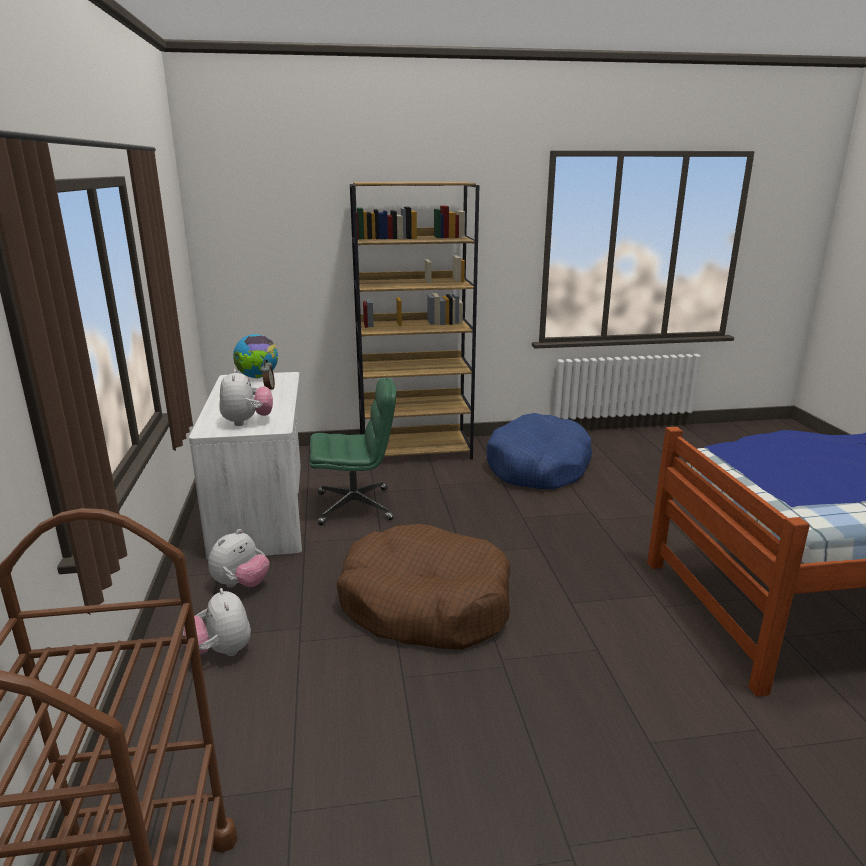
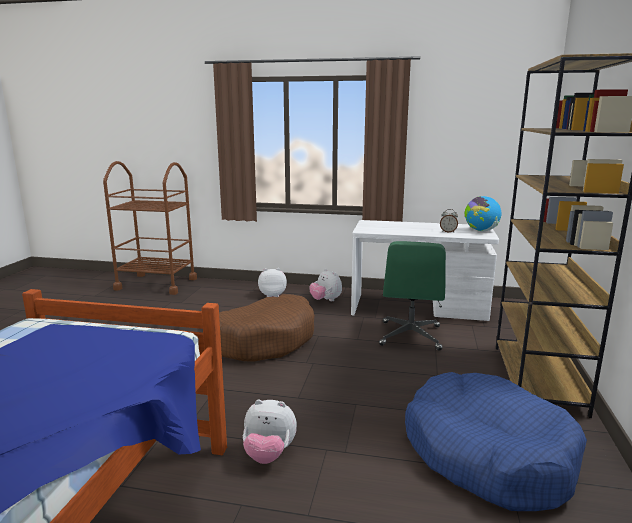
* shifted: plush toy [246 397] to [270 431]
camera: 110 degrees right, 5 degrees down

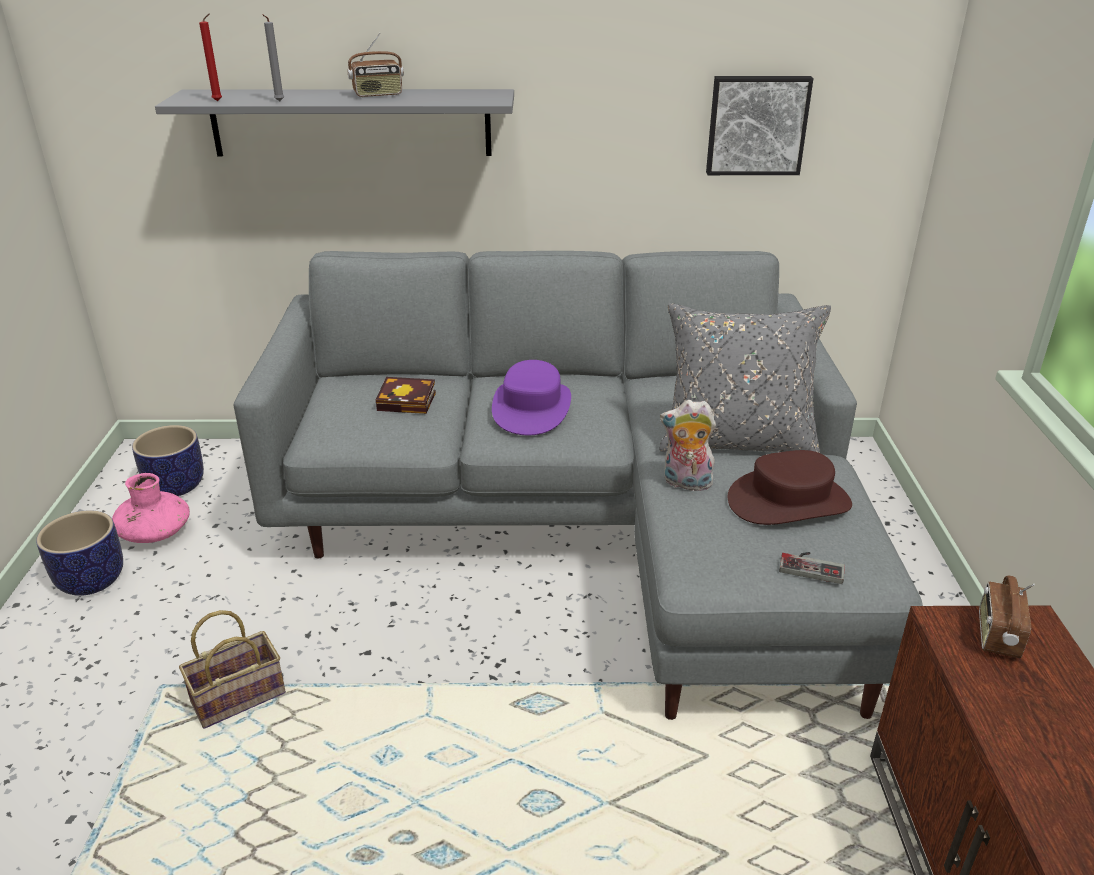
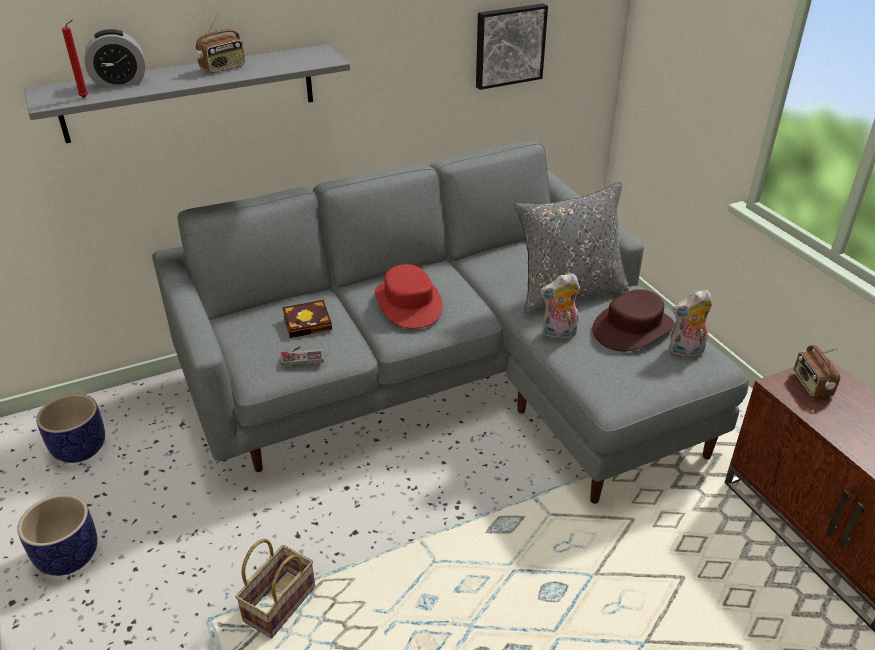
* gone: pink-coloured vase [151 508]
* gone: greyish wax light [273 58]
* repainted: purplish hat [531 397] to red hat [409 296]
* shifted: game controller [812 568] to [302 356]
* new: table clock [115 58]
* new: plush toy [690 324]
camera: 25 degrees left, 5 degrees up

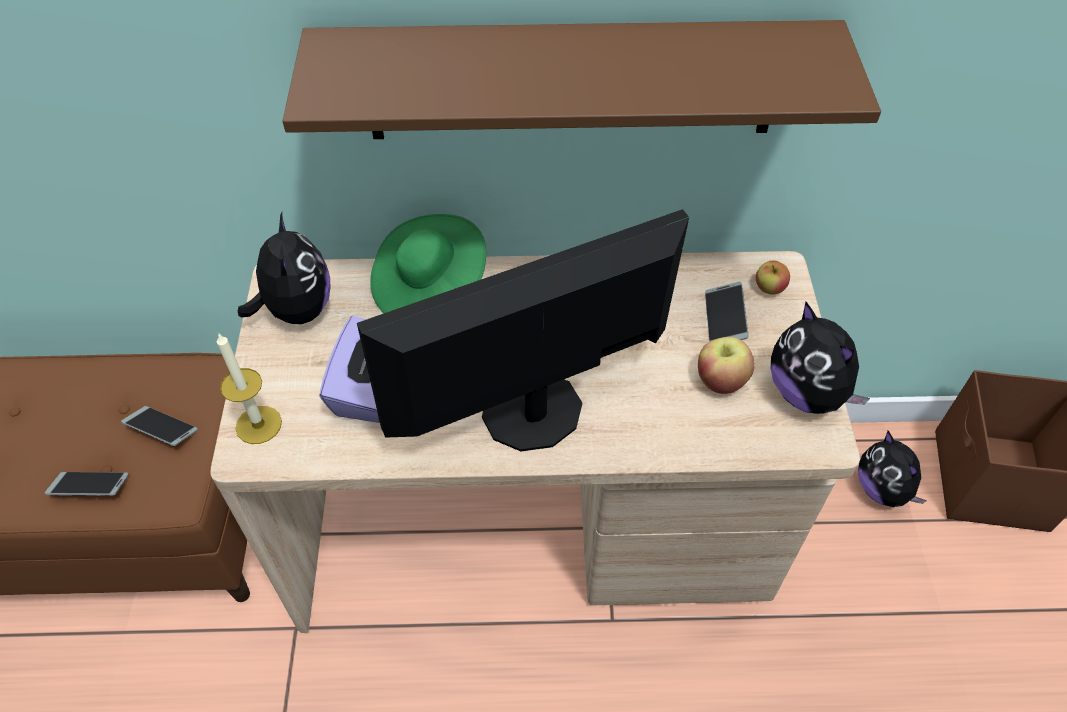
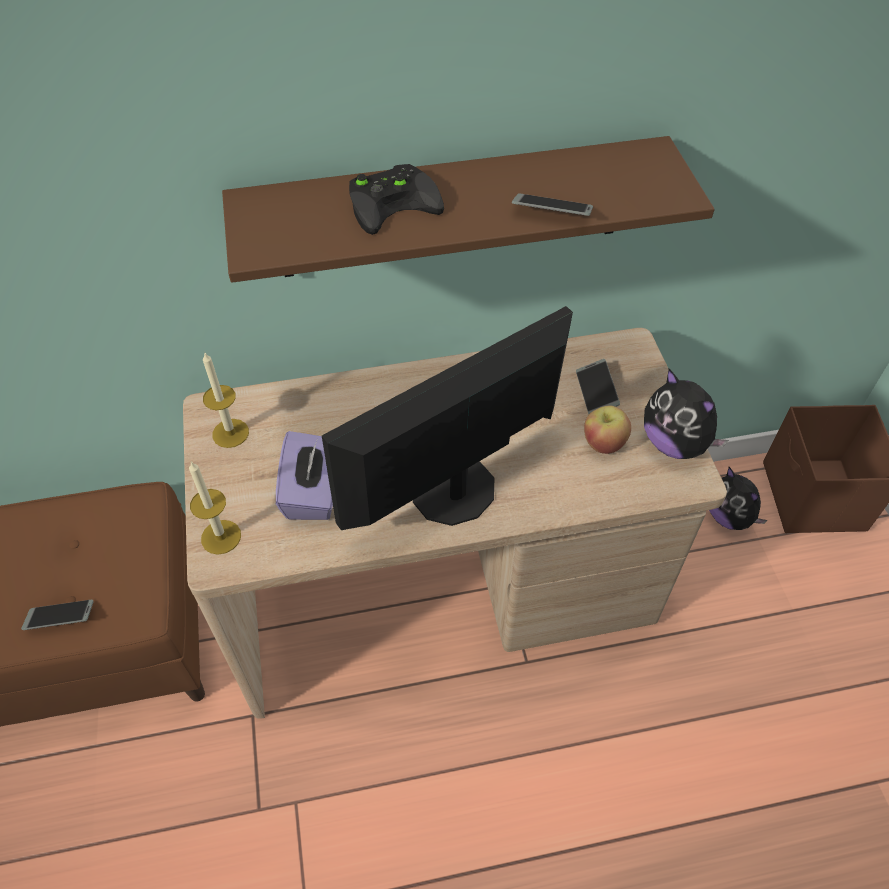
* shifted: telephone [159 426] to [552 204]
* swapped: plush toy [284 268] to wax light [226 400]
* gone: greenish hat [428 263]
* gone: apple [773 277]
* new: black game controller [396 199]
camera: 10 degrees left, 0 degrees up

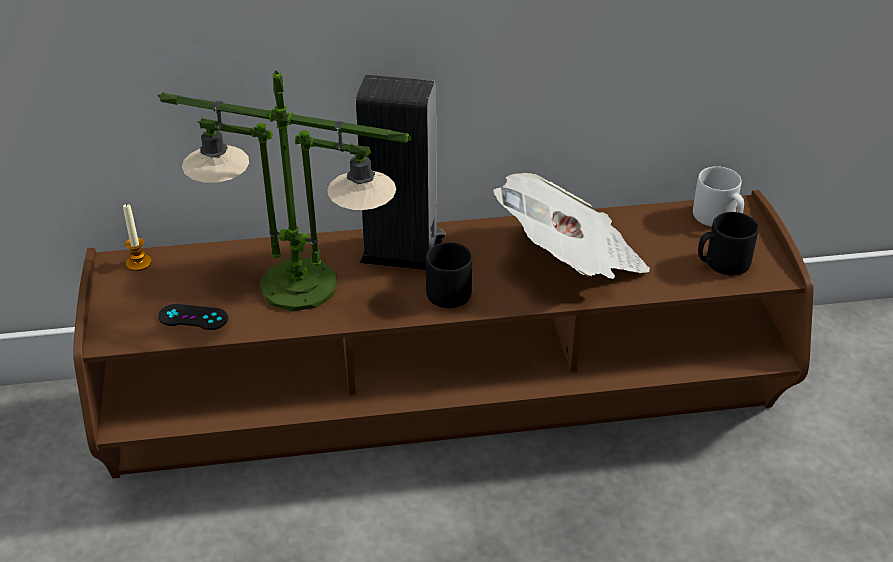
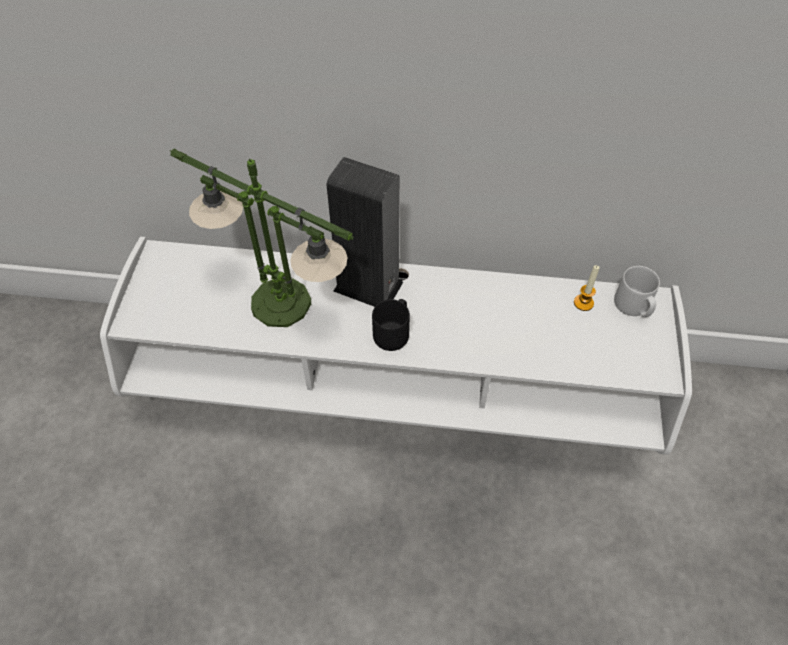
* repainted: brown-coloured tv stand [443 334] to white-coloured tv stand [396 346]
* shifted: wax light [137 237] to [587 288]
* gone: black game controller [193 317]
* gone: newspaper [571 226]
* gone: black mug [728 244]
camera: 15 degrees right, 15 degrees up

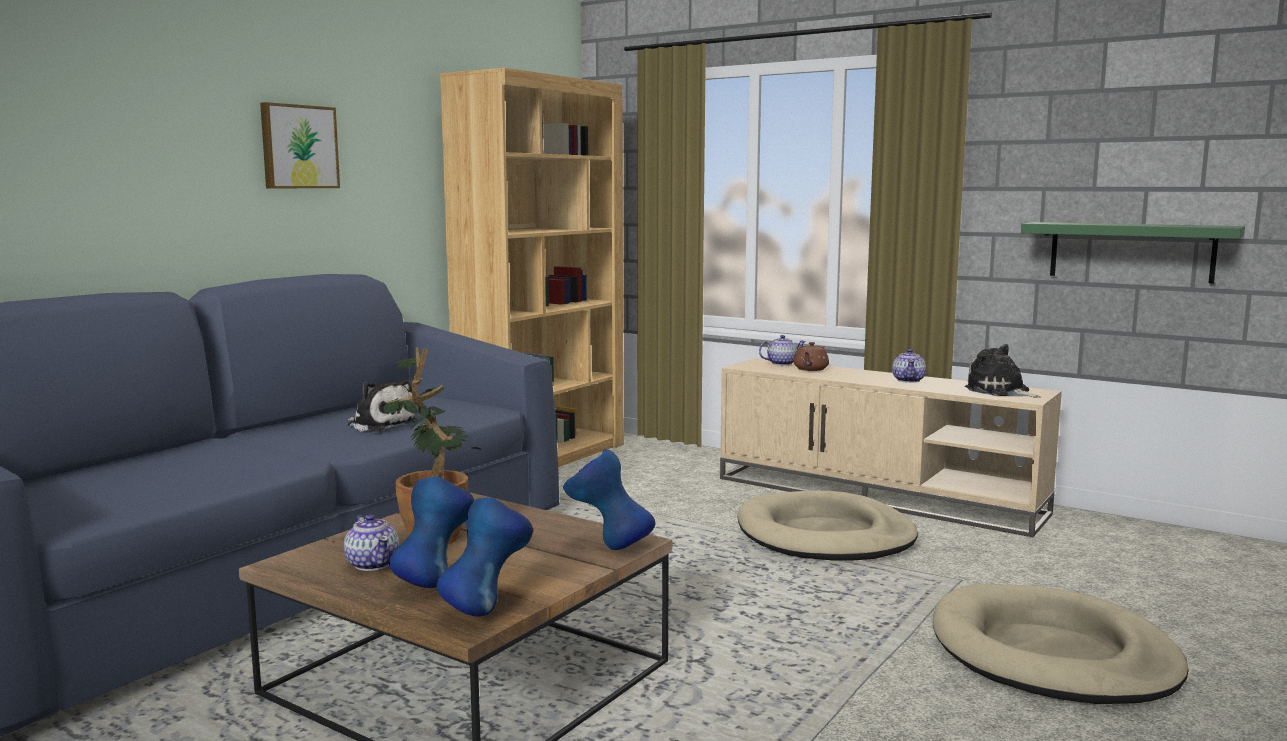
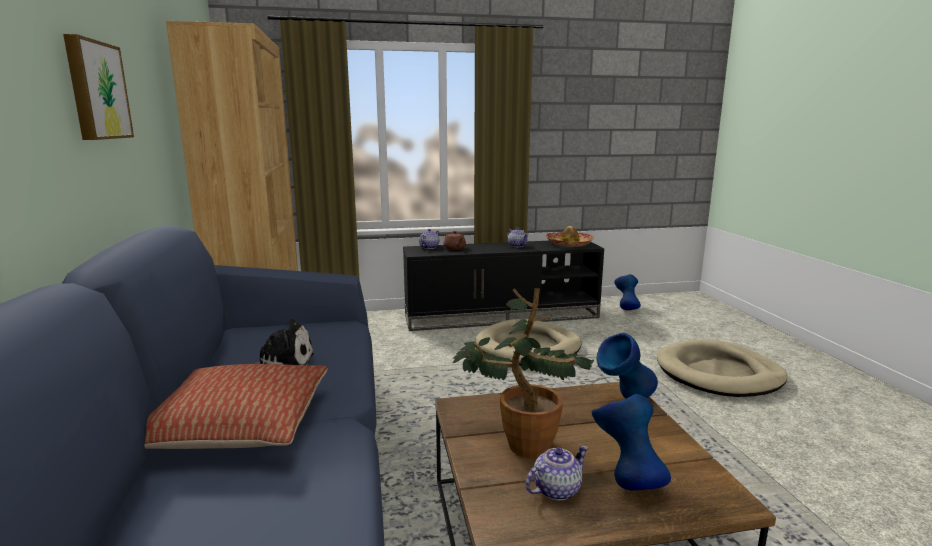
* rotated: pot for tea [371 542] = [556 472] 45 degrees counterclockwise
* shifted: bluish vase [484 557] to [627 292]
* repainted: beige-coloured tv stand [891 447] to black tv stand [503 286]
* swapped: plush toy [1003 371] to hat [570 236]
* gone: greenish bracket shelf [1133 252]
* new: cushion [236 406]
camera: 45 degrees left, 5 degrees up

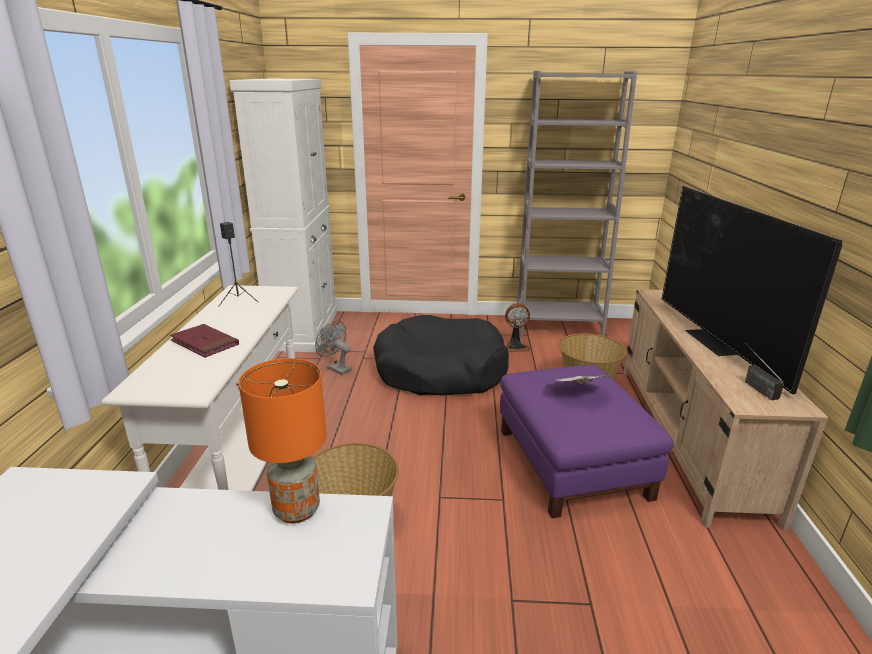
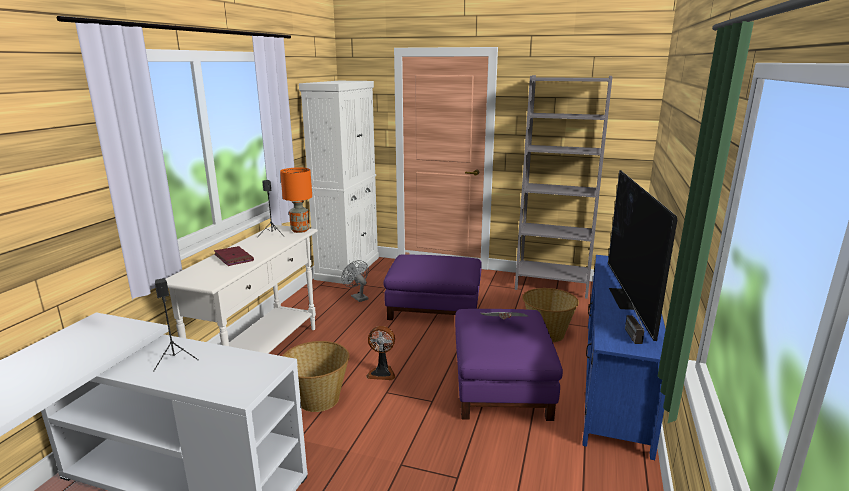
* shifted: orangey tabletop lamp [283 441] to [296 200]
* swapped: black pet bed [441 355] to purplish footrest [432 287]
* shifted: electric fan [517 327] to [380 353]
* repainted: beige-coloured tv stand [726 410] to bluish tv stand [624 357]
* new: black loudspeaker [176 325]
camera: 15 degrees right, 5 degrees down

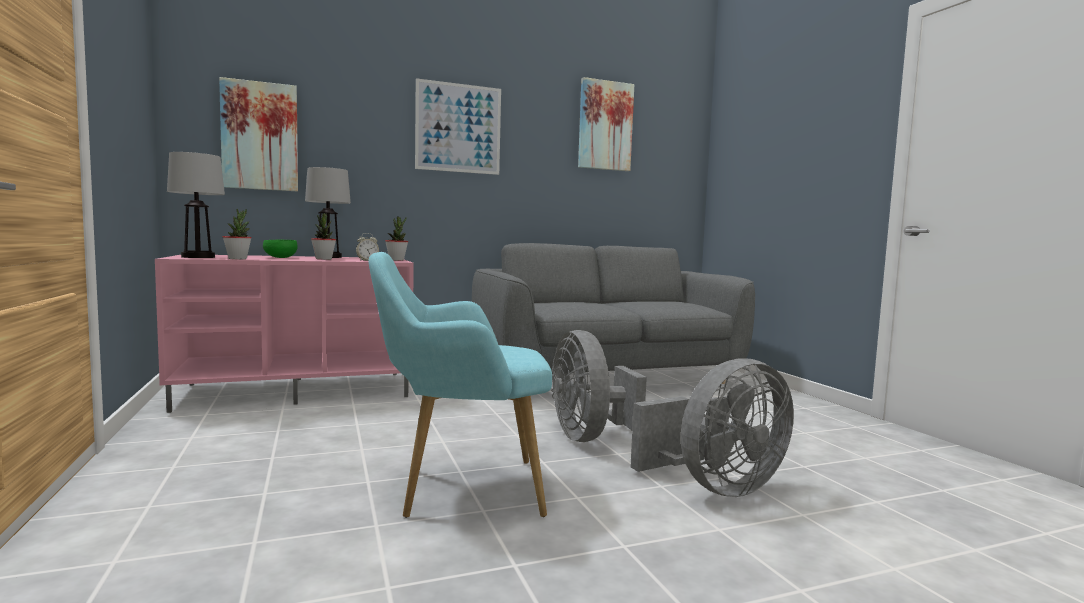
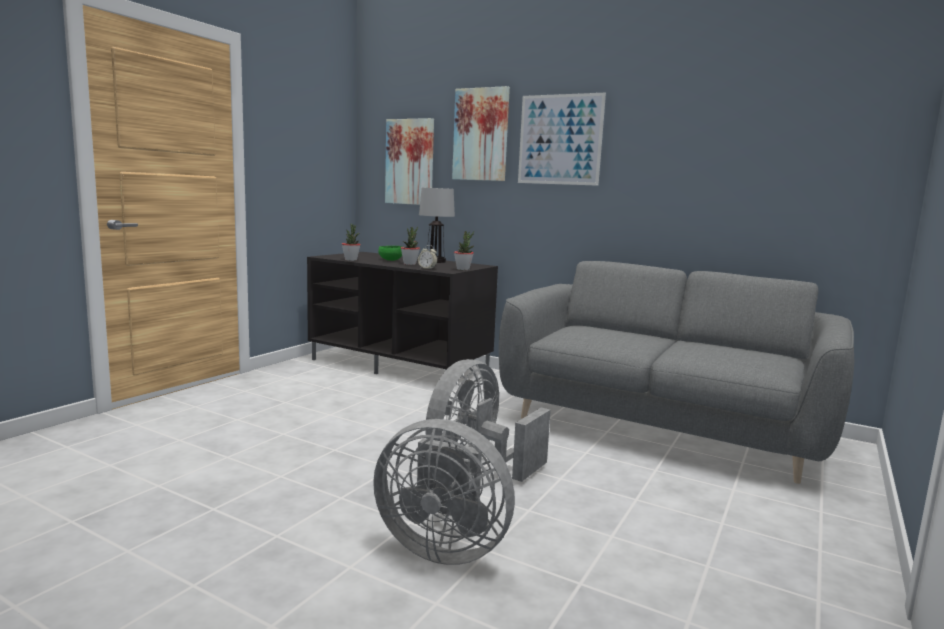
* repainted: pink-coloured tv stand [284 334] to black tv stand [402 313]
* gone: tabletop lamp [196 205]
* gone: blue-green lounge chair [460 385]
* shifted: picture [606 124] to [481 133]
camera: 50 degrees right, 5 degrees up

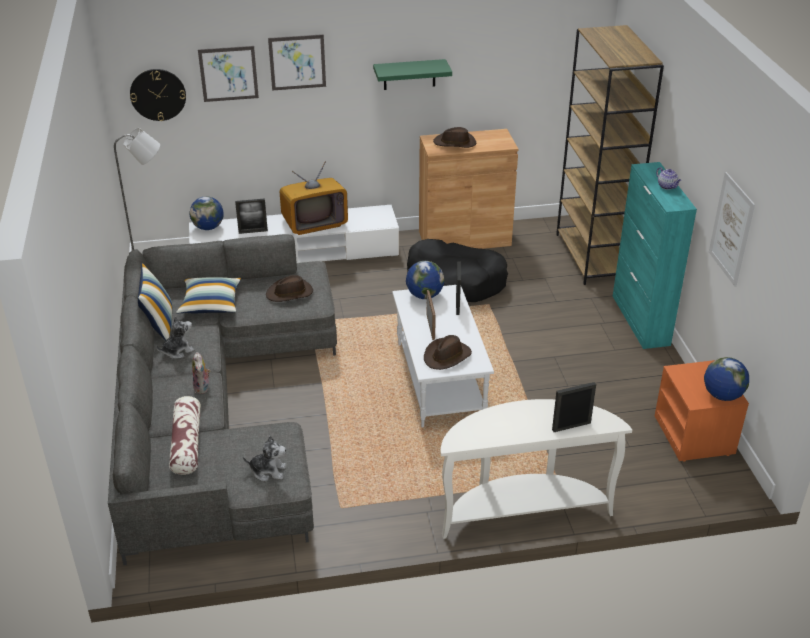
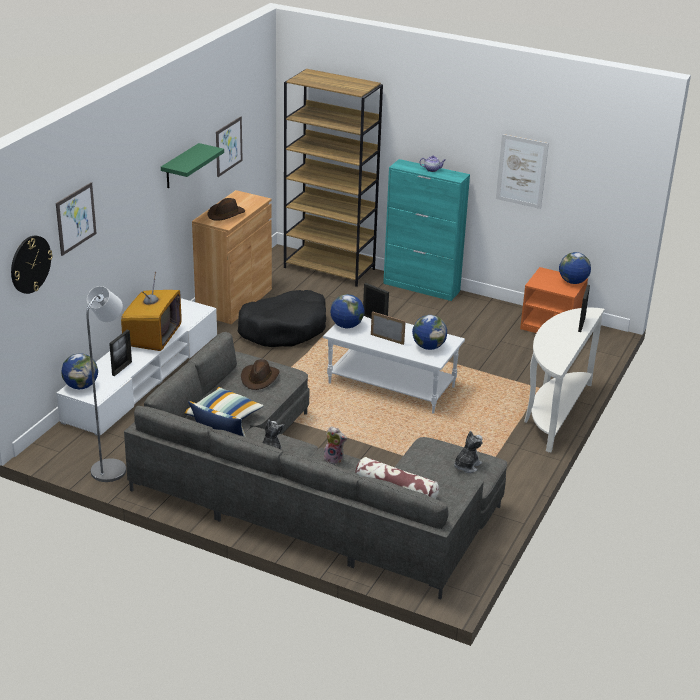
* shifted: picture [297 62] to [229 146]
* swapped: brown-coloured hat [448 352] to globe [429 332]
camera: 55 degrees left, 5 degrees down

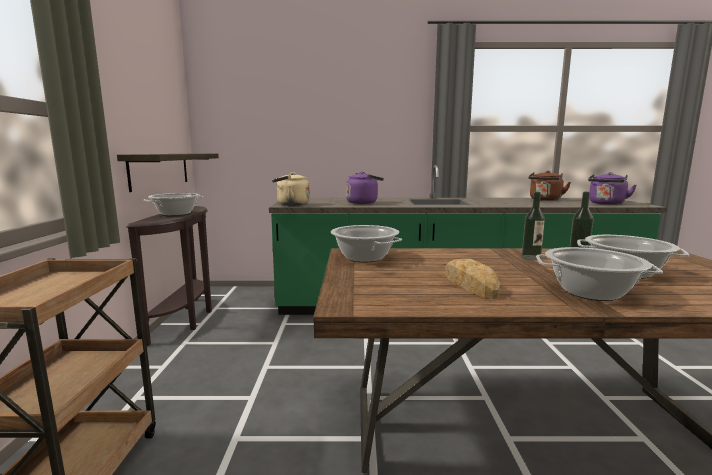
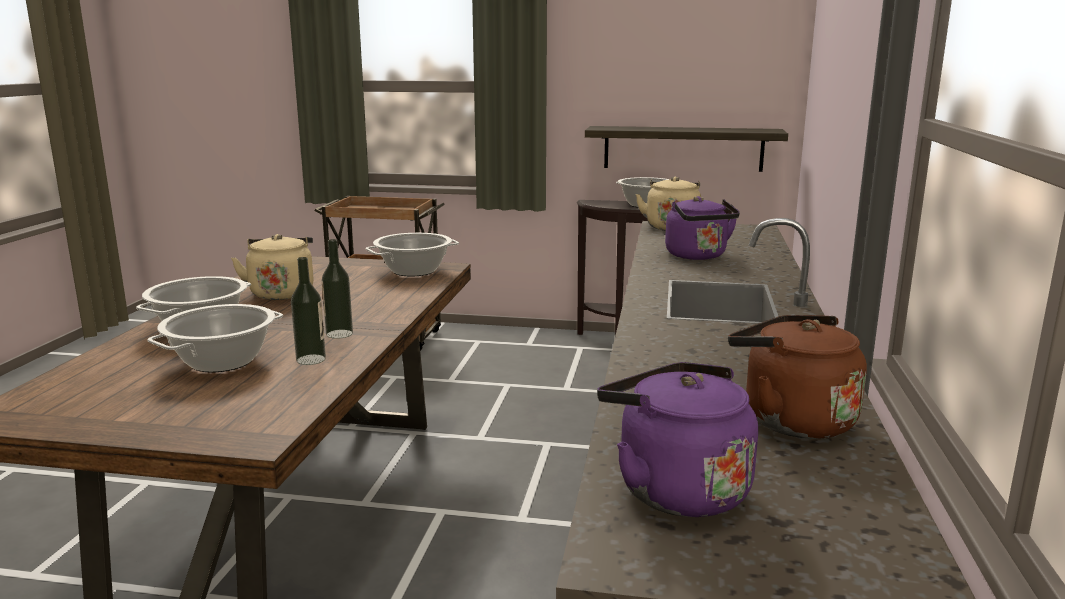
* swapped: baked bread [472 279] to beige-coloured water kettle [272 267]
camera: 100 degrees right, 5 degrees up

